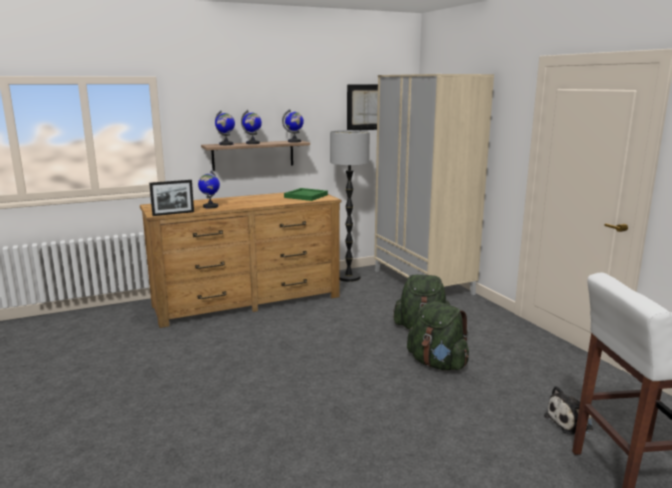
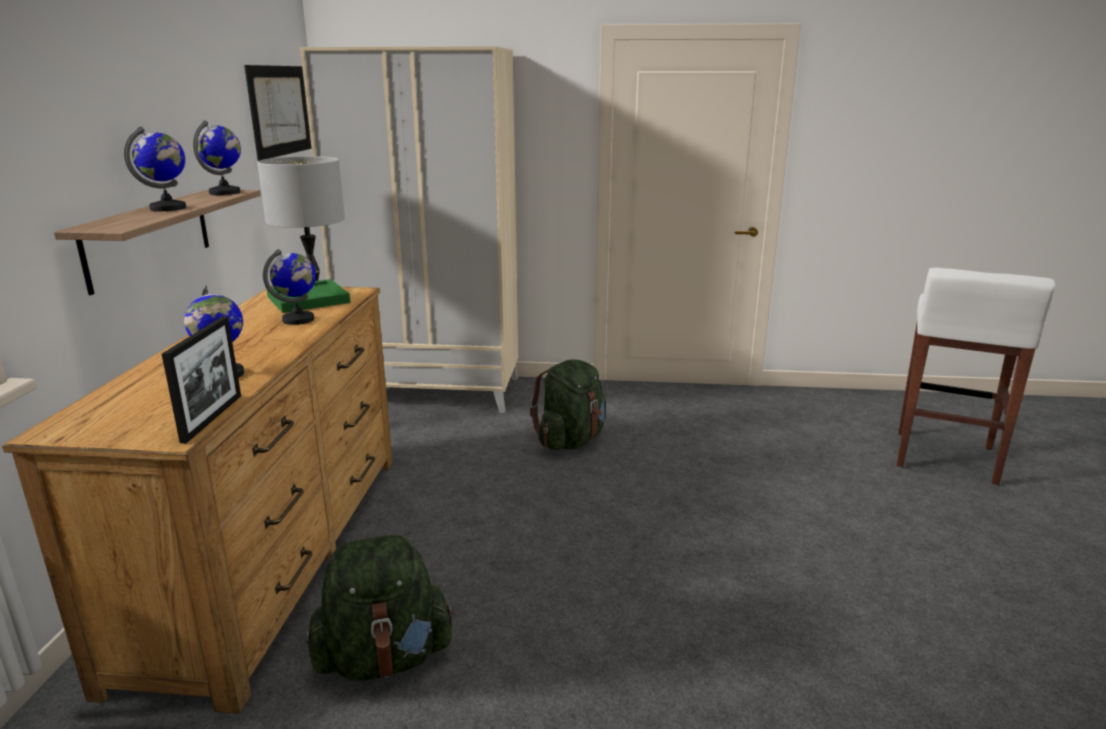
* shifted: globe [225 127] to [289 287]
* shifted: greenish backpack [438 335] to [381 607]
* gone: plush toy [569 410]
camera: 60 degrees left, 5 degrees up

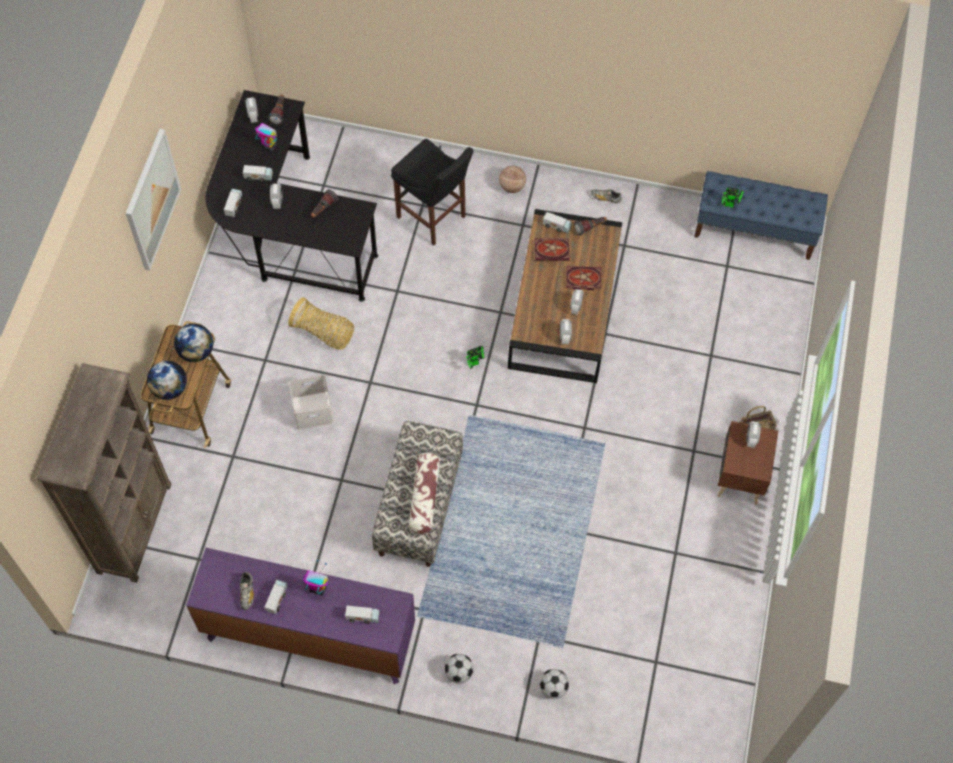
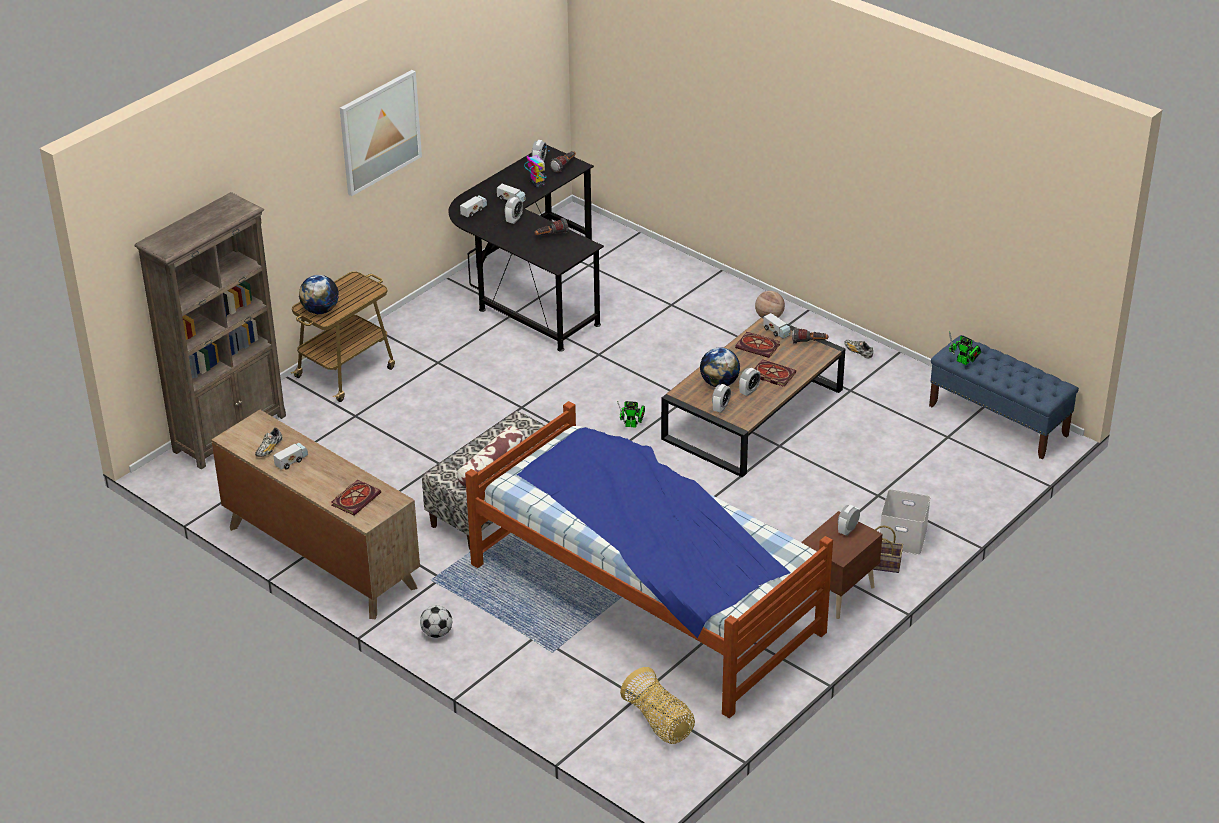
* shifted: globe [193 343] to [720 367]
* repainted: purplish dresser [300 616] to brown-coloured dresser [315 514]
* shifted: storage basket [321 323] to [657 705]
* shifted: white-coloured storage container [311 402] to [905 522]
* gone: model robot [315 578]
* swapped: toy lorry [362 615] to volume [356 497]
* gone: black sitting stool [432 192]
* gone: football ball [554 684]
* new: bed [649 559]
camera: 30 degrees right, 25 degrees down

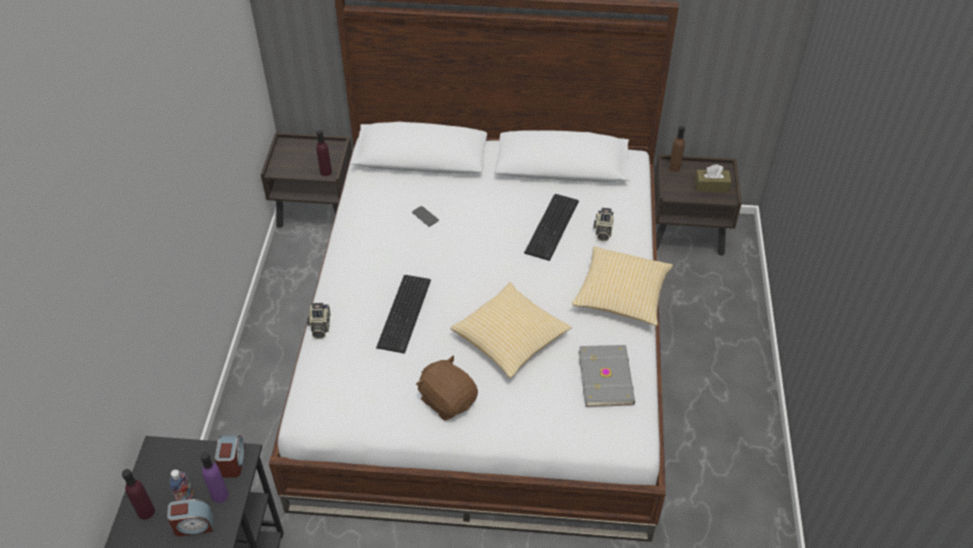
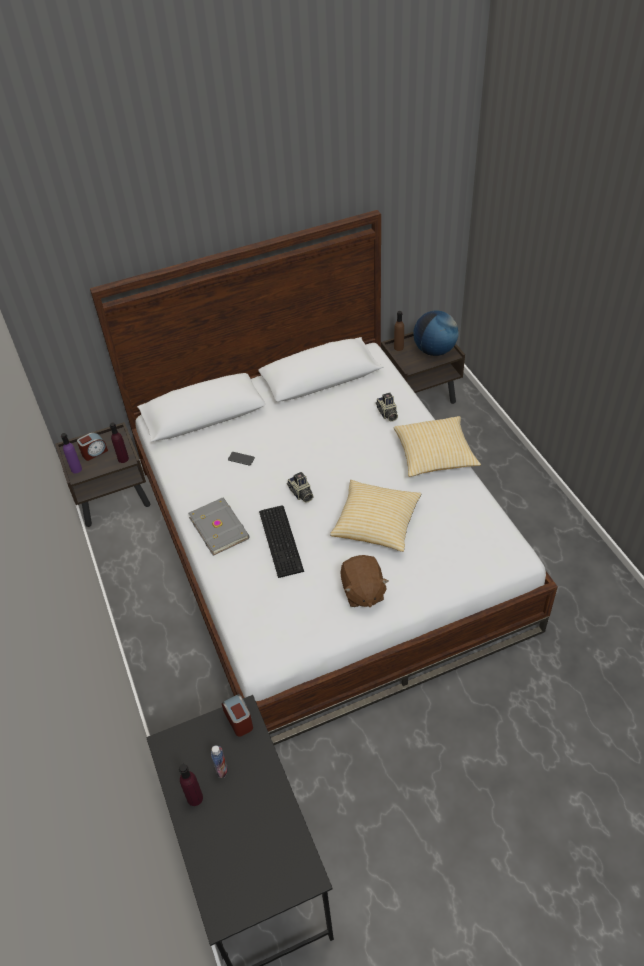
* shifted: table clock [190 517] to [92 447]
* shifted: purplish drink bottle [214 477] to [71 453]
* shifted: photo camera [318 321] to [300 487]
* rotated: brown-coloured plush toy [447 388] = [364 581] 120 degrees counterclockwise
* gone: keyboard [551 227]
* shifted: greyish volume [607 376] to [219 526]
* swapped: brown-coloured box of tissues [713 178] to globe [435 333]
camera: 25 degrees left, 0 degrees up

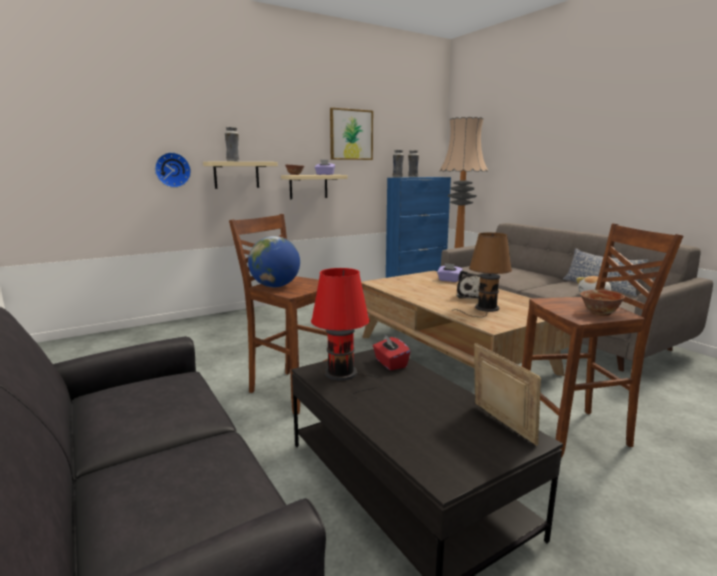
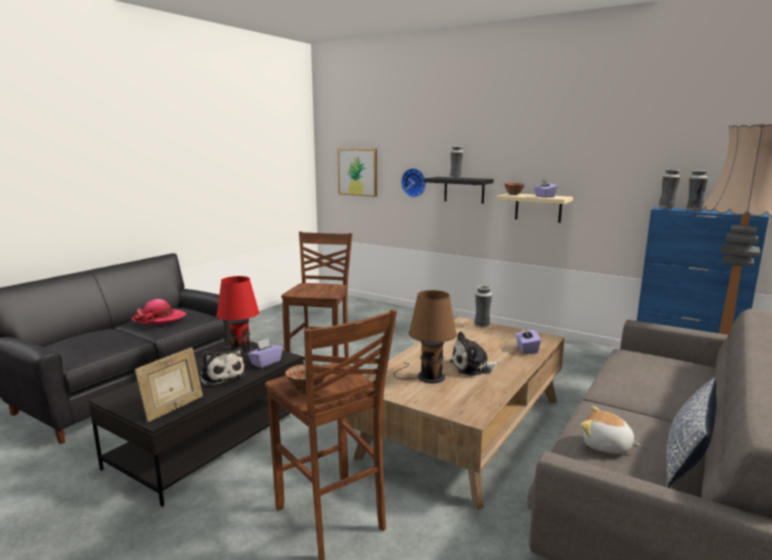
* repainted: beige-coloured bracket shelf [240 175] to black bracket shelf [459 190]
* gone: globe [274 261]
* shifted: picture [351 134] to [357 172]
* repainted: red box of tissues [392 352] to purplish box of tissues [265 353]
* new: hat [158 312]
* new: plush toy [222 367]
* new: vase [483 306]
camera: 65 degrees right, 0 degrees up

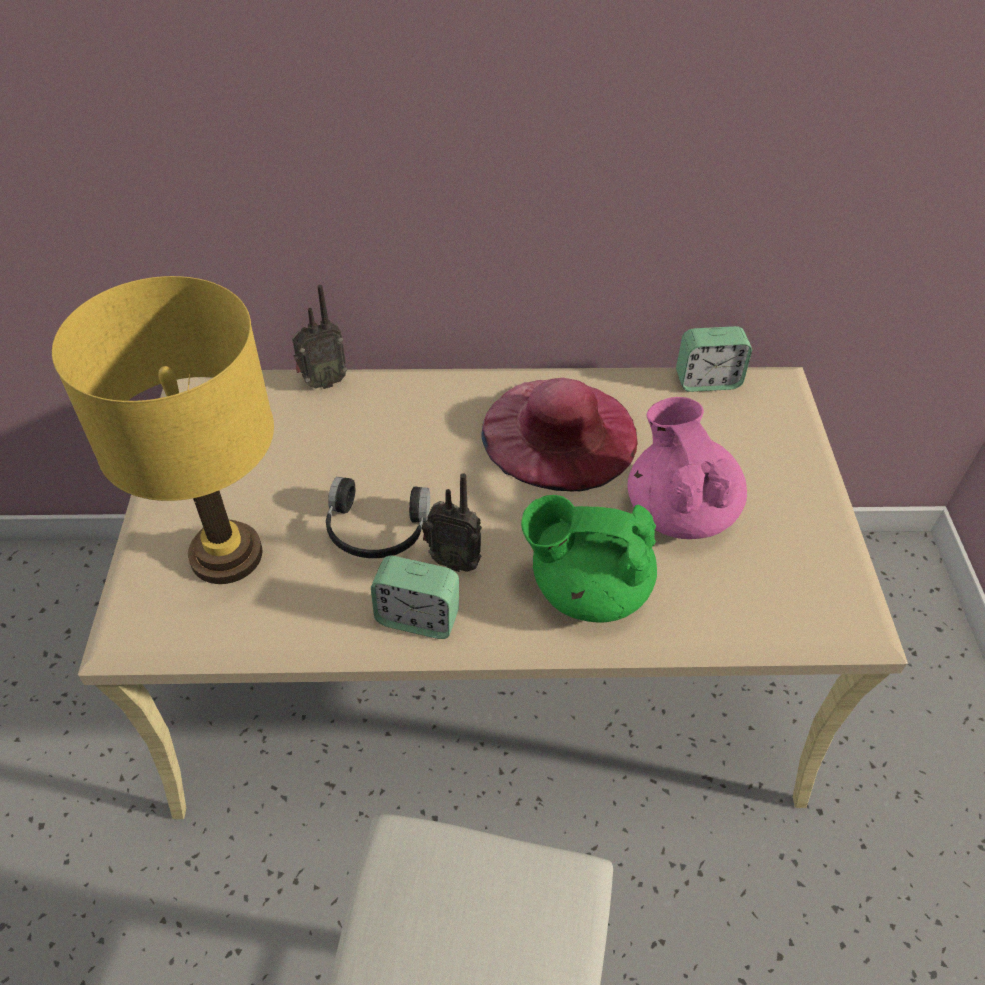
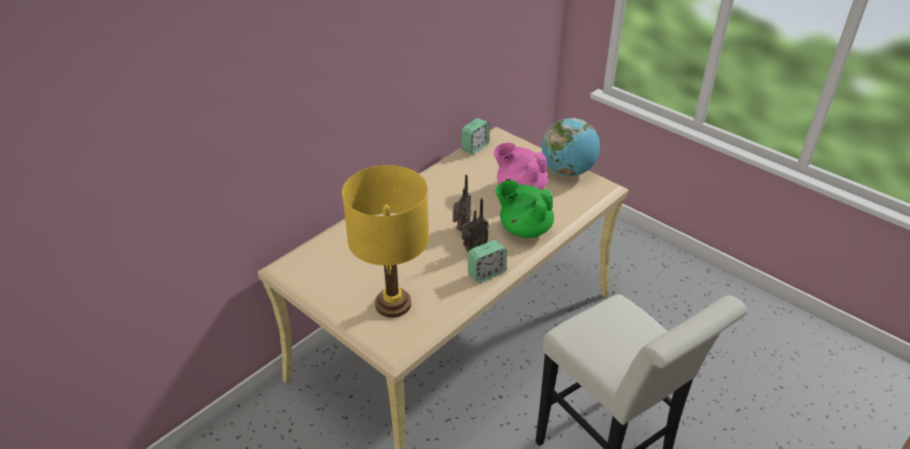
* shifted: radio [319 337] to [462 203]
* gone: black headphones [378 517]
* gone: pink-coloured hat [559 435]
* rotated: greenish pot for tea [589 559] = [524 209] 60 degrees clockwise
* new: globe [571 147]
camera: 45 degrees left, 10 degrees down

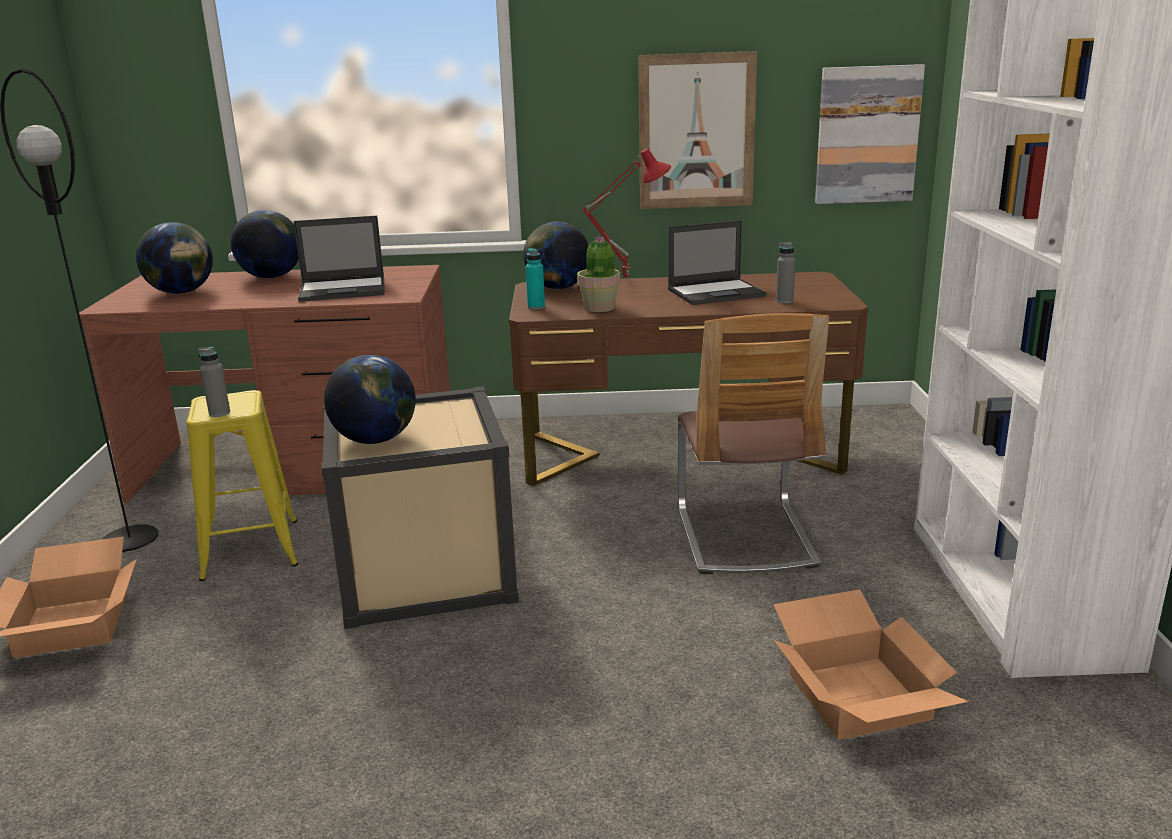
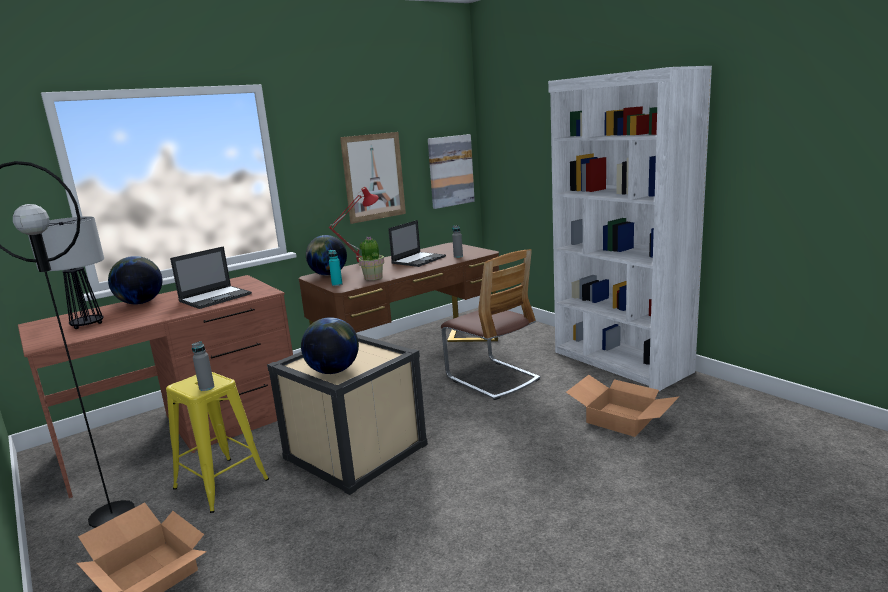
* swapped: globe [174 258] to tabletop lamp [66 272]
camera: 35 degrees left, 5 degrees down

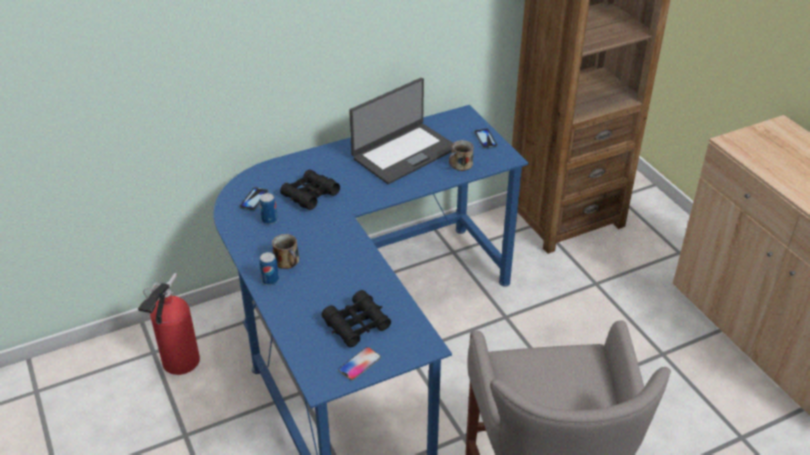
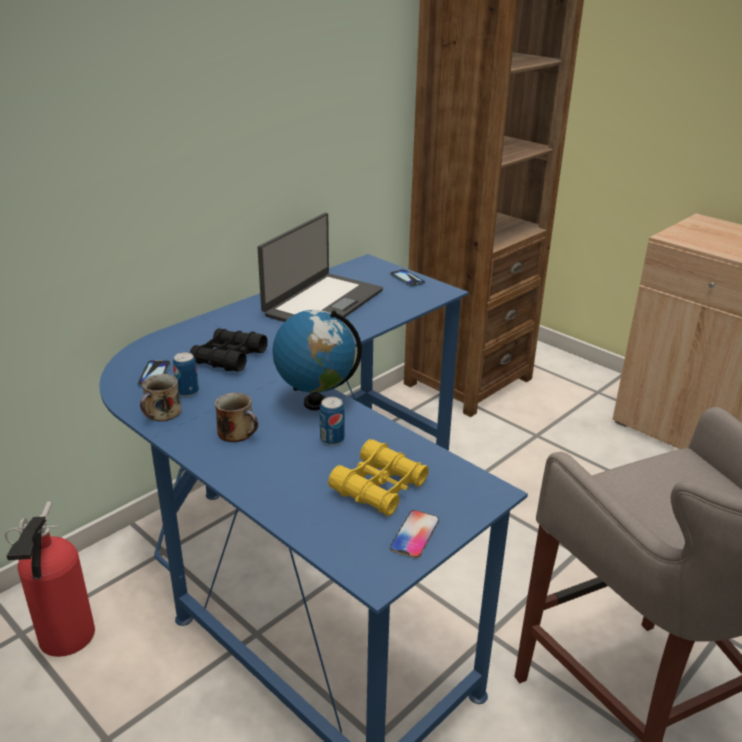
* shifted: metal can [269 268] to [332 421]
* repainted: black field glasses [356 319] to yellowish field glasses [378 477]
* shifted: mug [461 155] to [161 397]
* new: globe [317 360]
camera: 20 degrees left, 10 degrees down

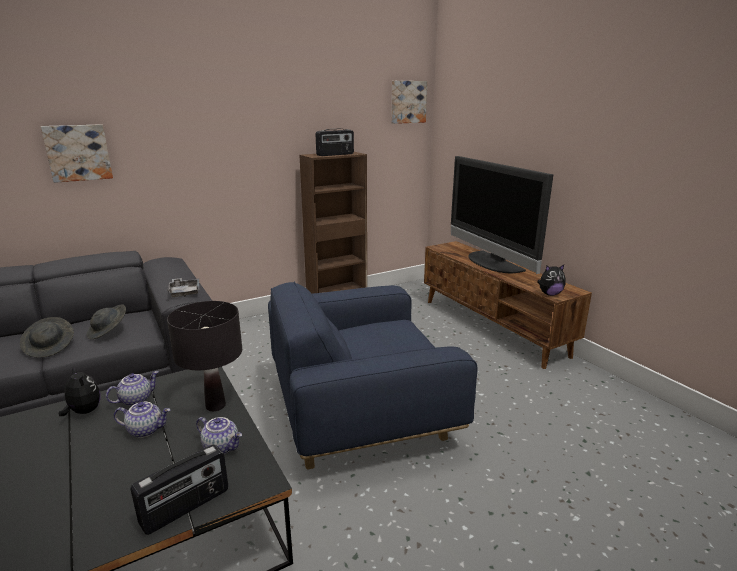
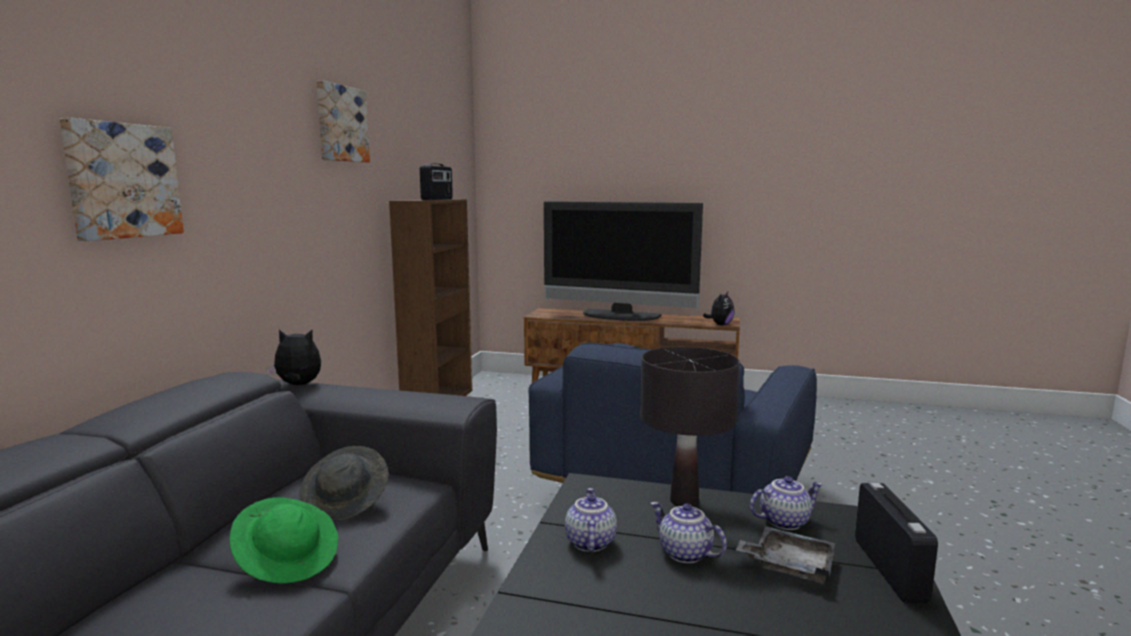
* repainted: greyish hat [47 337] to greenish hat [284 540]
* shifted: plush toy [80 391] to [293 357]
* rotated: pot for tea [142 420] = [689 532] 90 degrees counterclockwise
* shifted: greyish serving tray [183 287] to [785 554]
* shifted: picture [409 102] to [343 122]
camera: 45 degrees left, 10 degrees down

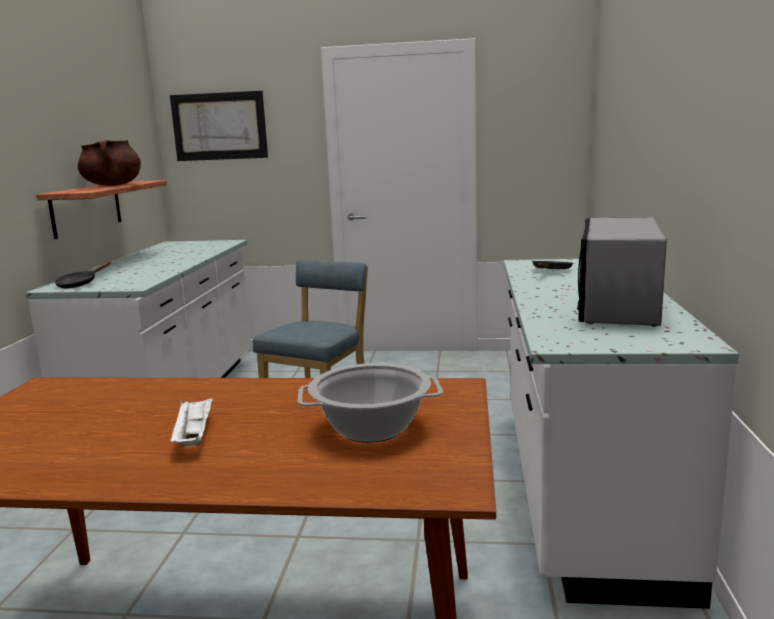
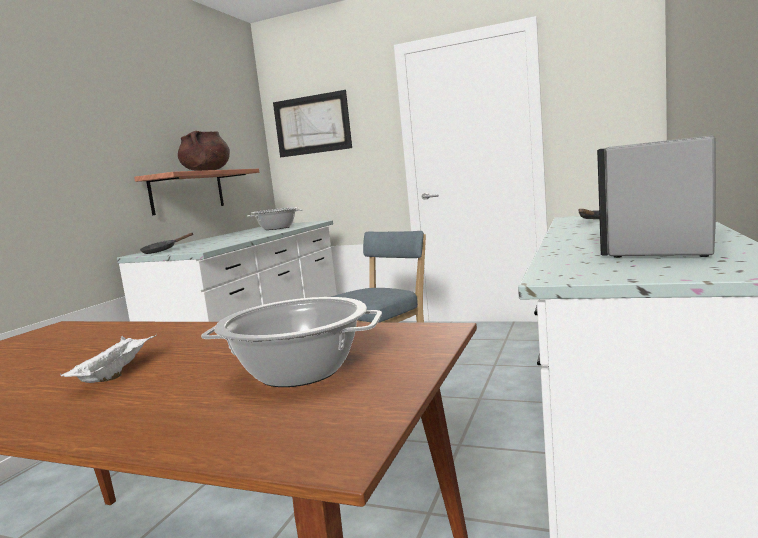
* new: stockpot [275 218]
camera: 15 degrees right, 5 degrees down

